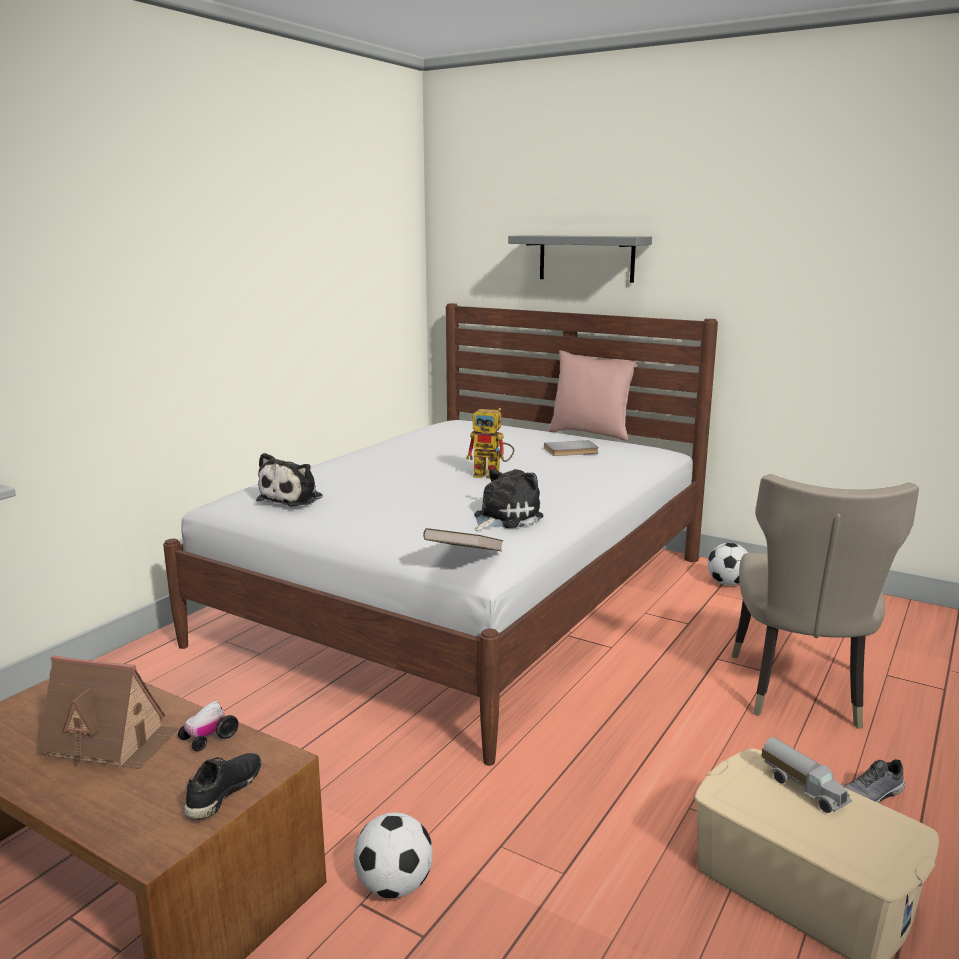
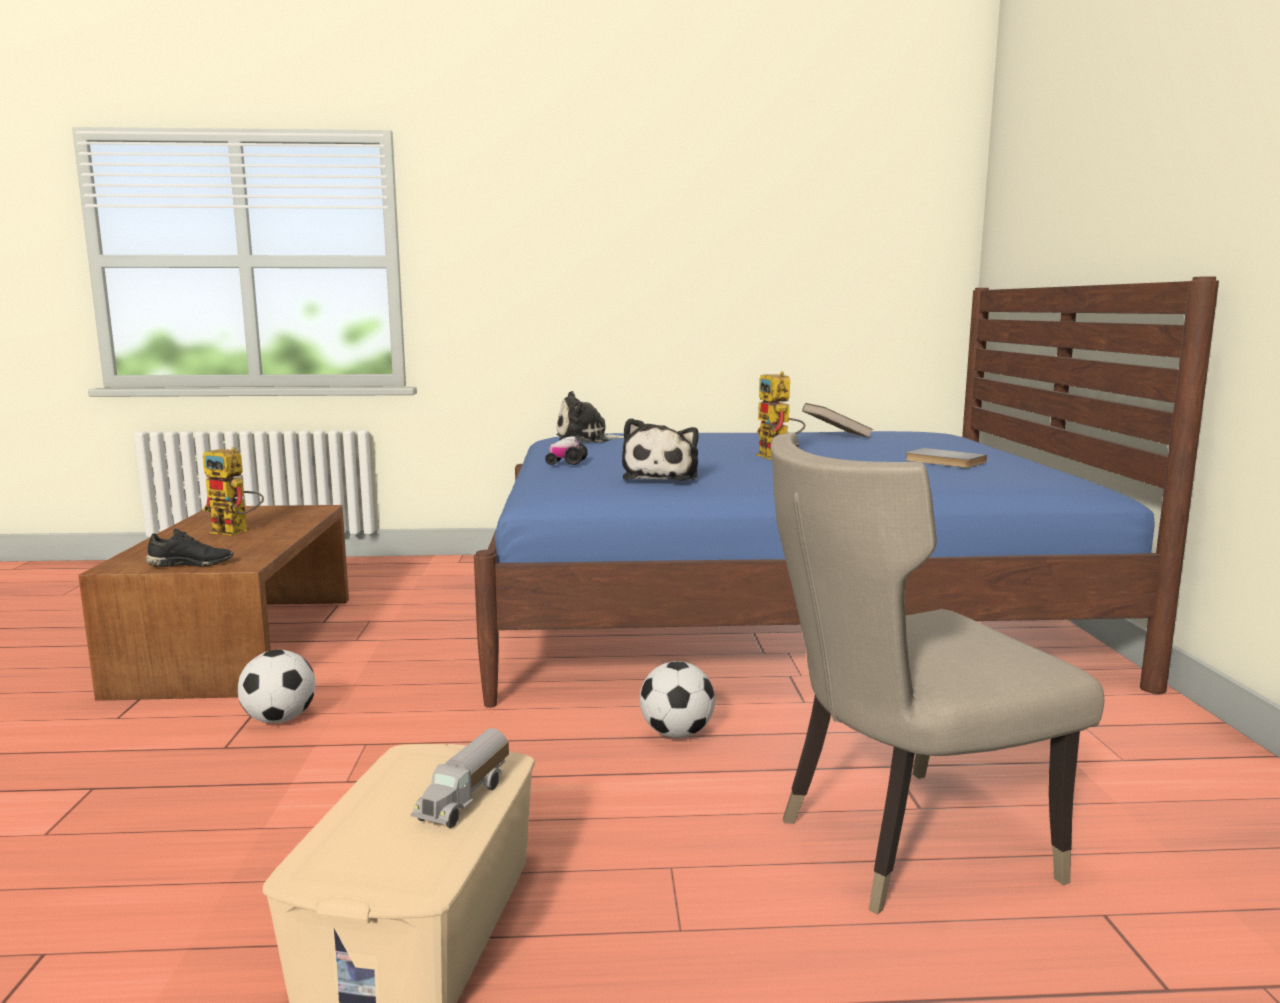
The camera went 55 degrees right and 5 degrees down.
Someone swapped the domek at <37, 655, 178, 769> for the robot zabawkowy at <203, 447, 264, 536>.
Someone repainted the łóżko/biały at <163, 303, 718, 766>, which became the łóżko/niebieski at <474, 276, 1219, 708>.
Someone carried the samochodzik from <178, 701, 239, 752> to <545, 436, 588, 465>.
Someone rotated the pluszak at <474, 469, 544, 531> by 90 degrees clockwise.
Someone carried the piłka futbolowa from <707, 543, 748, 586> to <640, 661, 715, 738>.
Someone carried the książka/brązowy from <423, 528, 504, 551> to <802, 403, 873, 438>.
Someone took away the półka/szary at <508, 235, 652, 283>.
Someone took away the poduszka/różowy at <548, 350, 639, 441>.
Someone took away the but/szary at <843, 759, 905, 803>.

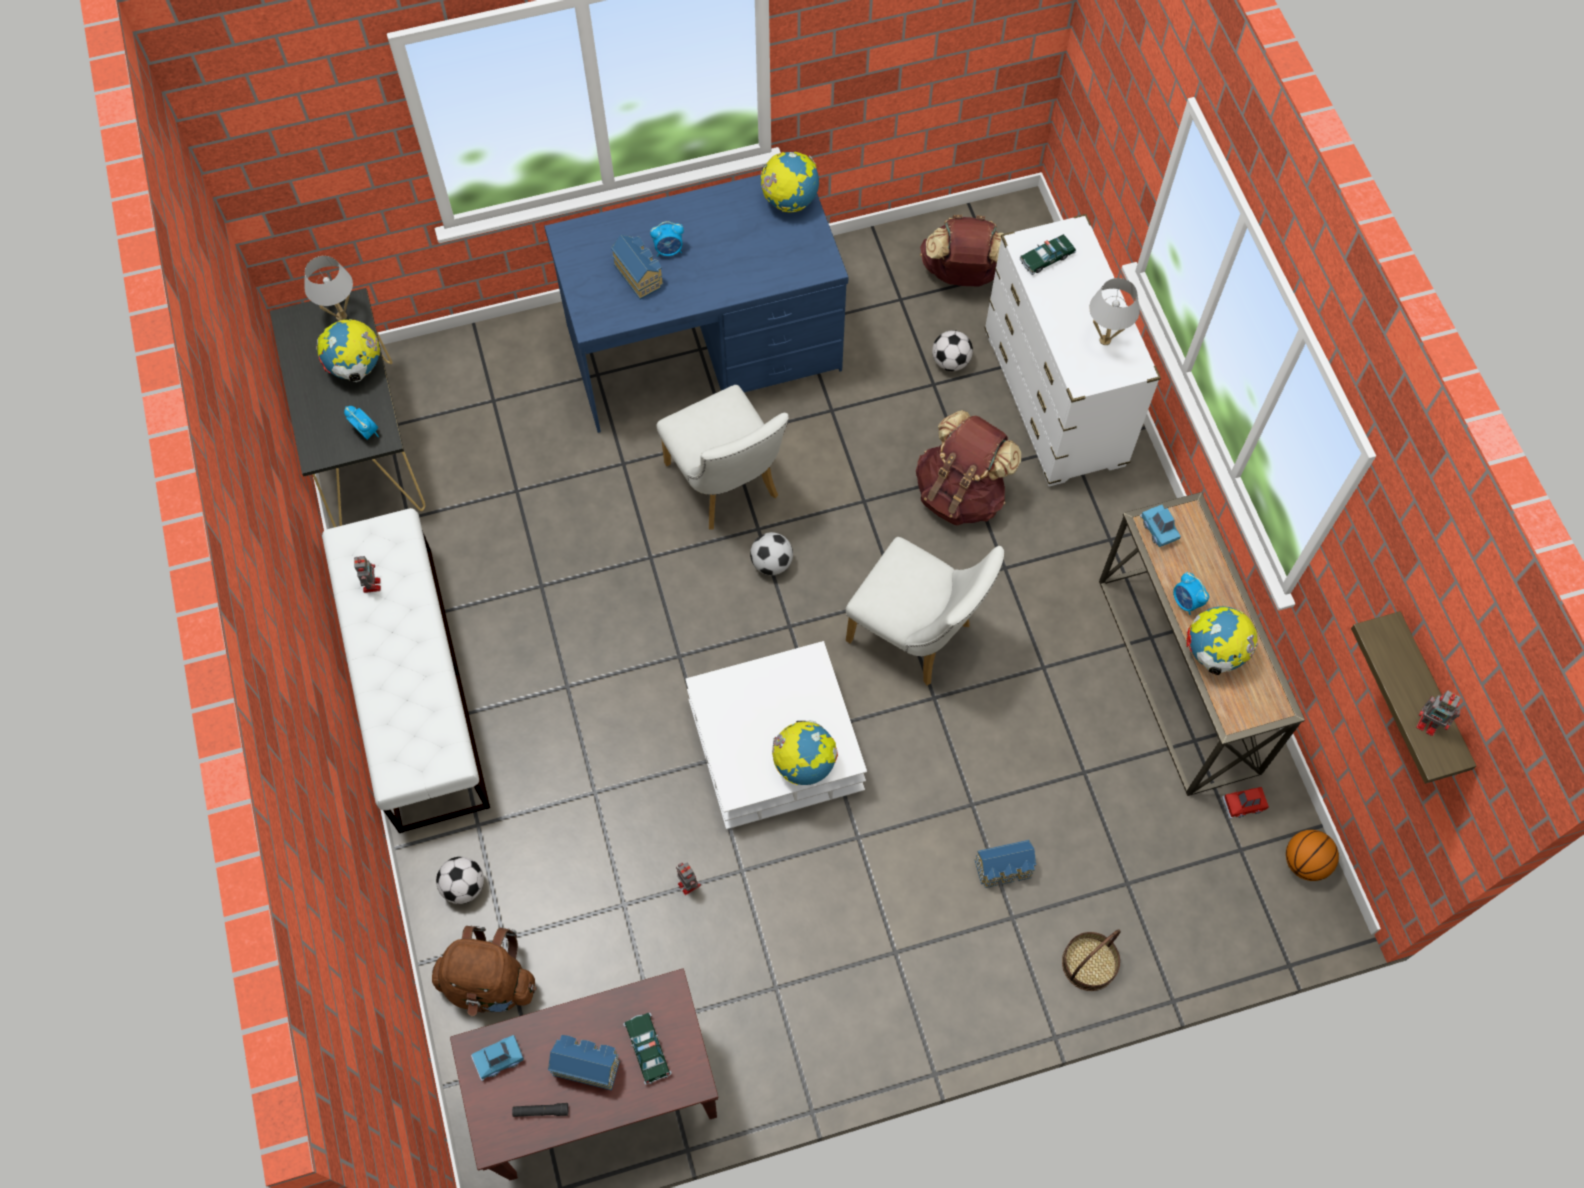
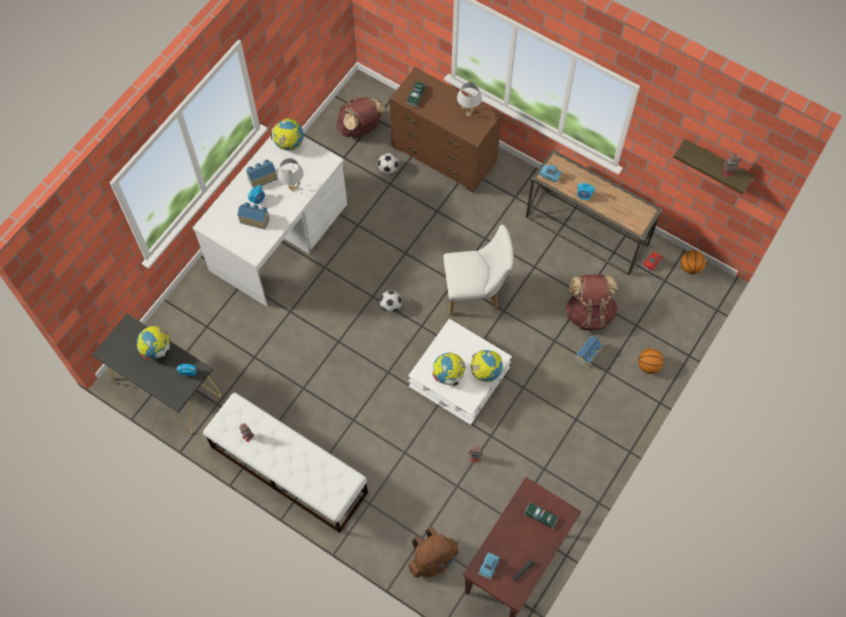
The camera went 40 degrees left and 0 degrees up.
Someone repainted the biurko/niebieski at <544, 175, 849, 433>, which became the biurko/biały at <193, 136, 347, 307>.
Someone carried the domek from <548, 1035, 620, 1090> to <246, 160, 278, 188>.
Someone carried the lampa stołowa/biały from <305, 256, 353, 321> to <278, 158, 304, 191>.
Someone repainted the komoda/biały at <984, 214, 1161, 487>, which became the komoda/brązowy at <389, 67, 502, 193>.
Someone carried the globus from <1186, 606, 1258, 675> to <433, 352, 465, 386>.
Someone carried the plecak/brązowy from <916, 410, 1021, 526> to <565, 274, 618, 330>.
Someone swapped the koszyk at <1062, 929, 1121, 991> for the piłka do koszykówki at <638, 349, 664, 374>.
Someone took away the piłka futbolowa at <436, 857, 484, 904>.
Someone took away the krzesło/biały at <656, 385, 789, 530>.

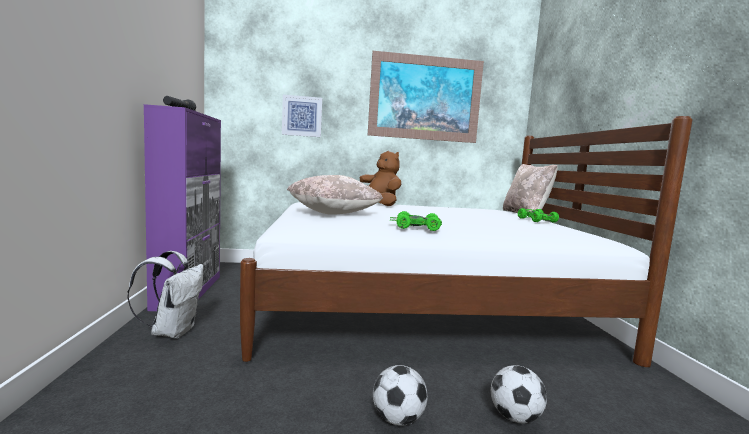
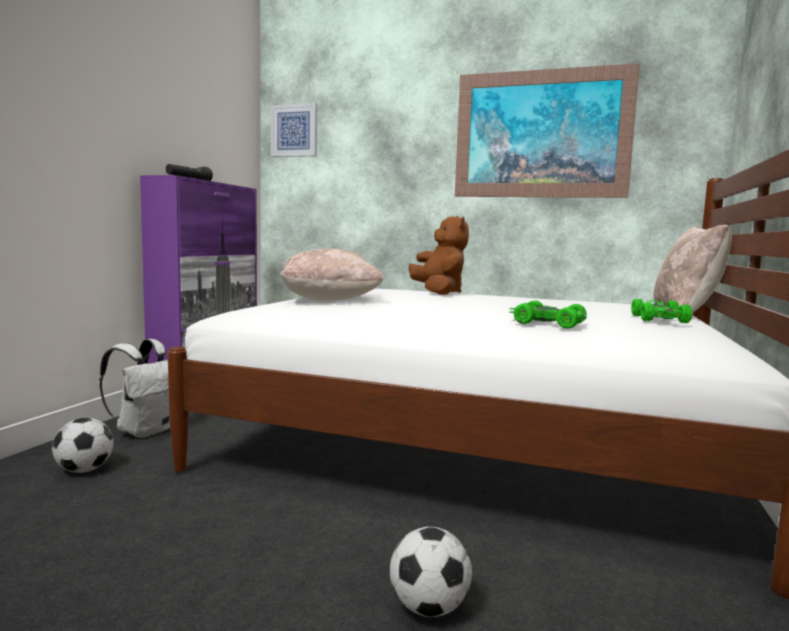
The camera went 25 degrees right and 0 degrees up.
Someone carried the piłka futbolowa from <373, 365, 428, 426> to <52, 418, 114, 473>.
Someone carried the obraz from <282, 95, 322, 137> to <271, 103, 317, 157>.
Someone carried the samochodzik/zielony from <390, 211, 442, 231> to <509, 300, 587, 329>.

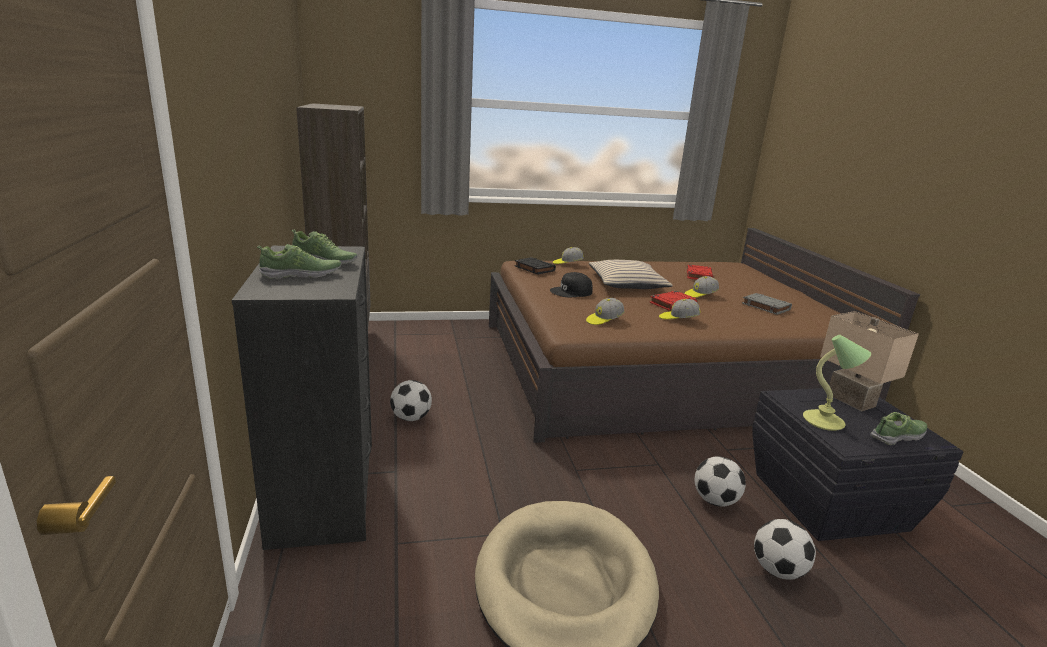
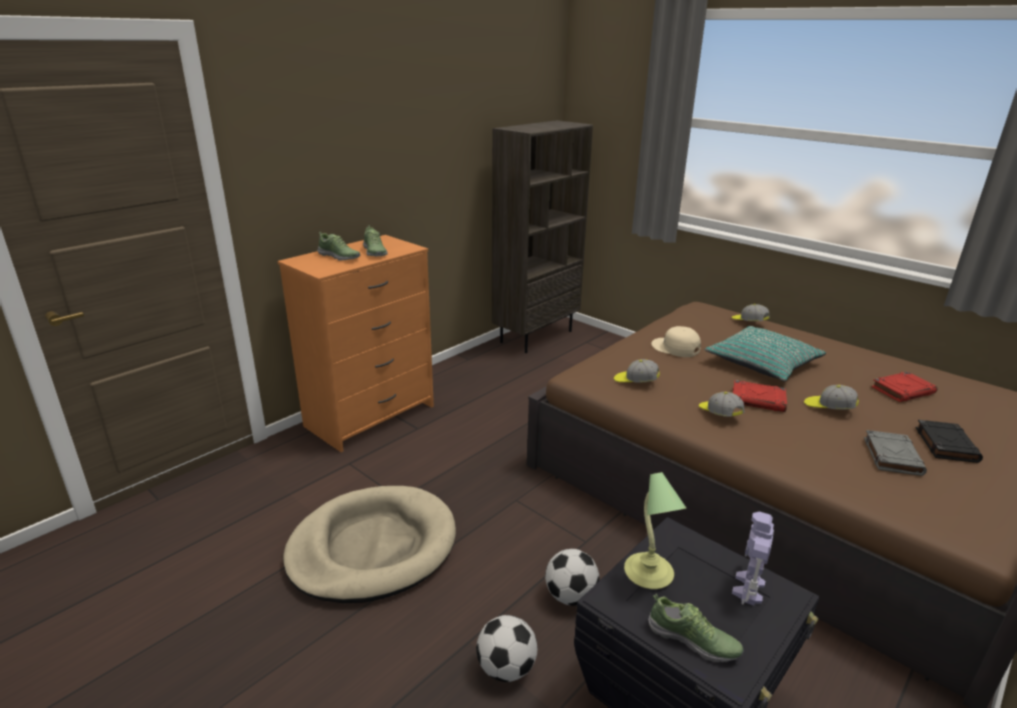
The camera went 55 degrees right and 5 degrees up.
Someone repainted the komoda/czarny at <232, 246, 372, 550>, which became the komoda/pomarańczowy at <278, 235, 434, 452>.
Someone repainted the czapka z daszkiem/czarny at <550, 272, 593, 297>, which became the czapka z daszkiem/beżowy at <651, 326, 701, 357>.
Someone repainted the poduszka/beżowy at <589, 260, 673, 289>, which became the poduszka/turkusowy at <704, 326, 826, 381>.
Someone swapped the lampa stołowa/beżowy at <820, 311, 919, 411> for the robot zabawkowy at <732, 512, 774, 605>.
Someone carried the książka/czarny from <515, 257, 556, 275> to <916, 420, 983, 463>.
Someone took away the piłka futbolowa at <390, 380, 432, 421>.

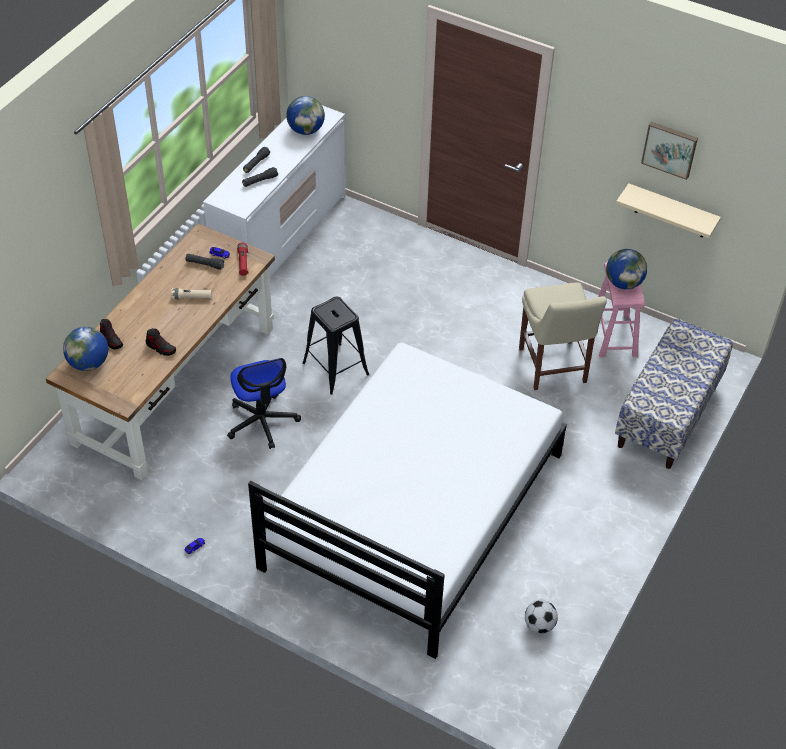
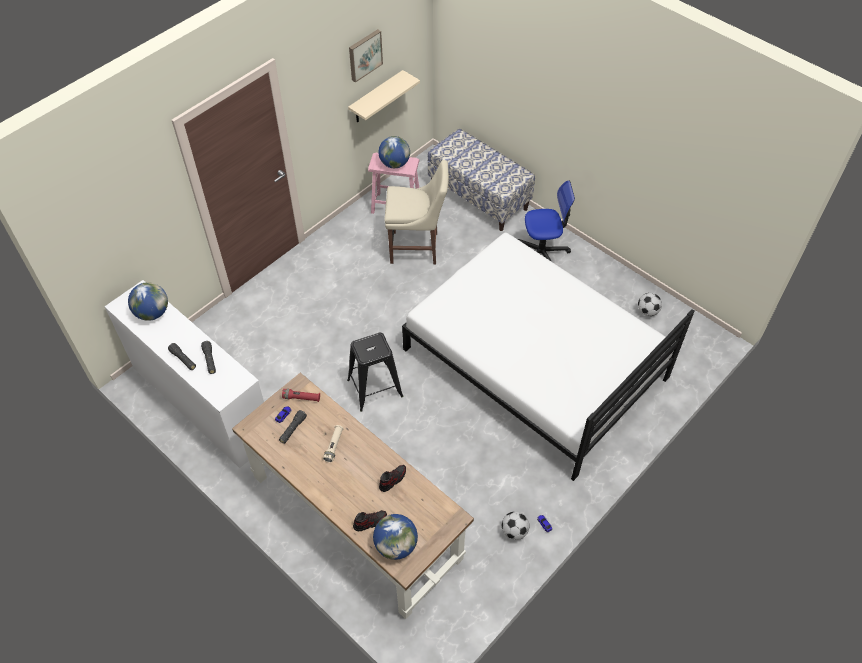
The camera went 75 degrees left and 5 degrees up.
Someone put down the piłka futbolowa at <502, 511, 529, 540>.
Someone carried the krzesło biurowe from <227, 358, 301, 449> to <518, 180, 575, 262>.

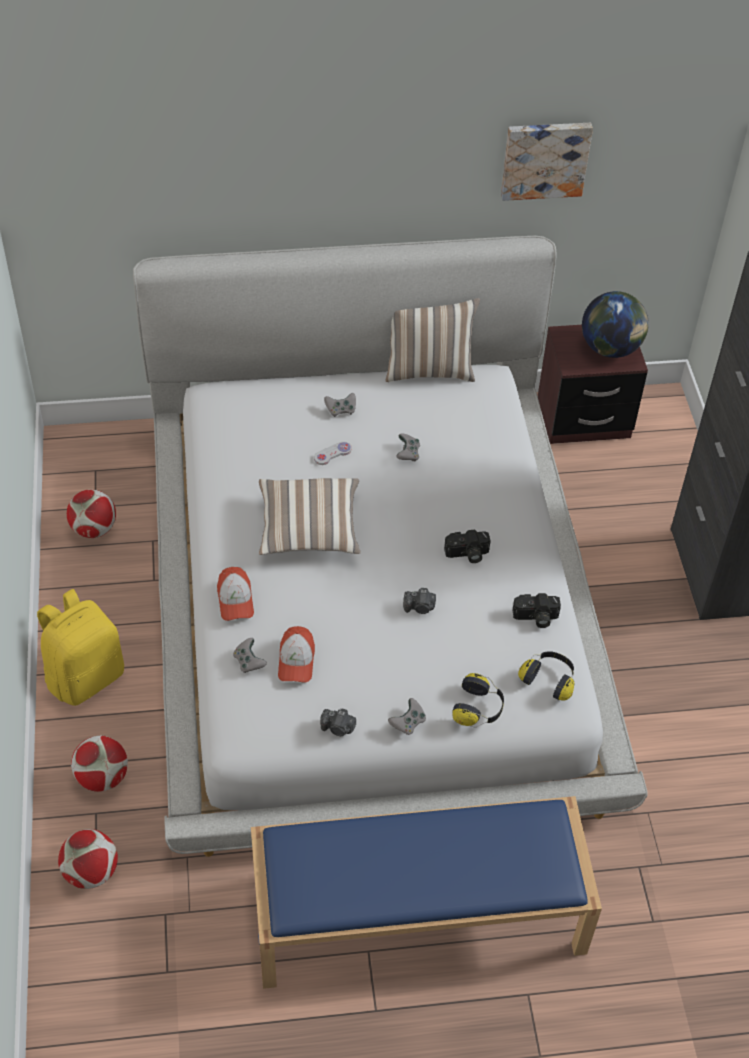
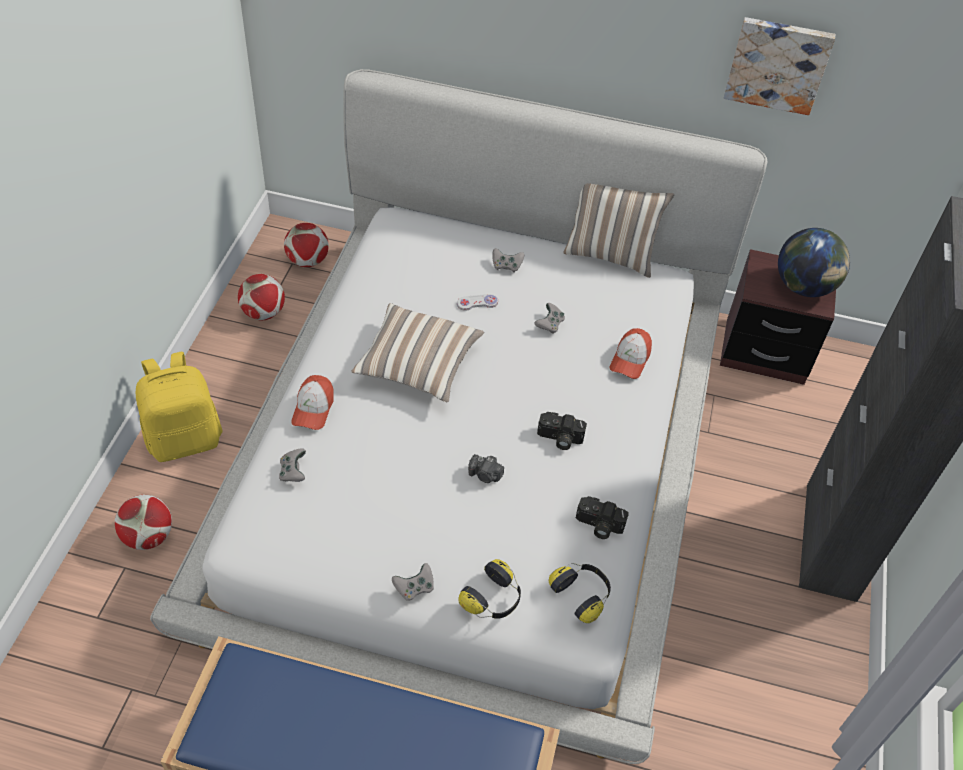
The camera went 20 degrees right and 0 degrees up.
Someone carried the piłka futbolowa from <58, 829, 118, 889> to <284, 223, 329, 267>.
Someone carried the czapka z daszkiem from <278, 626, 315, 683> to <610, 328, 652, 379>.
Someone took away the aparat fotograficzny at <320, 709, 356, 736>.

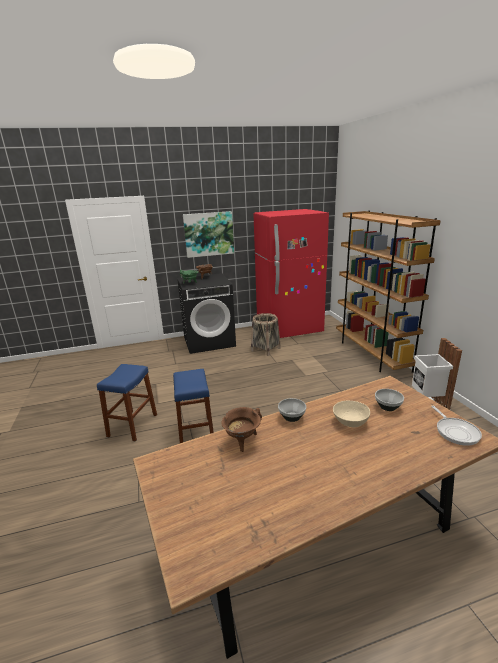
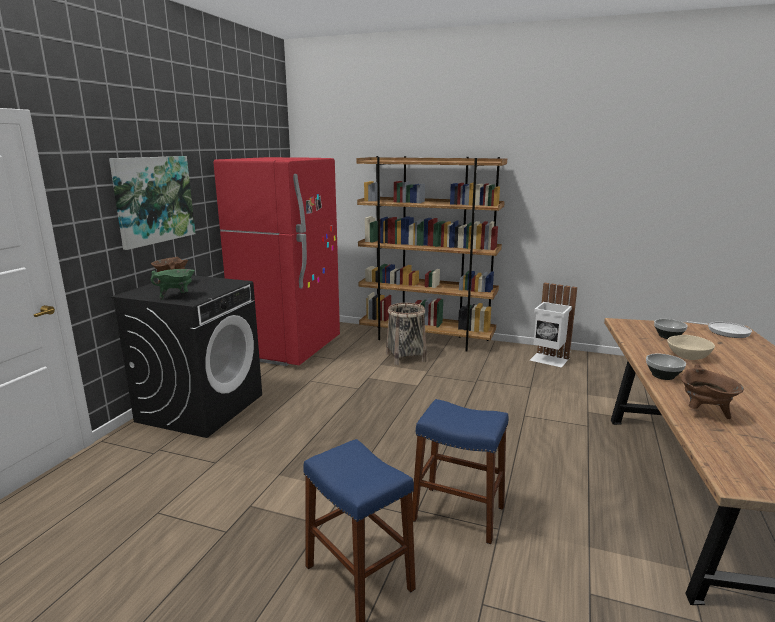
The camera went 55 degrees left and 5 degrees down.
Someone carried the koszyk from <251, 313, 281, 356> to <386, 303, 427, 365>.

